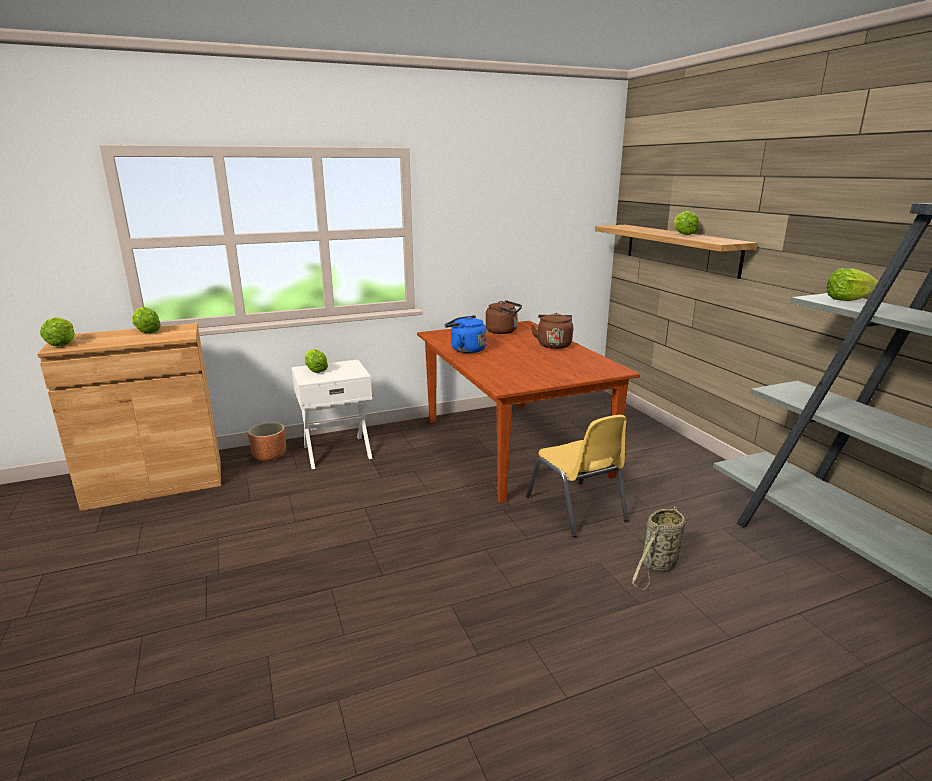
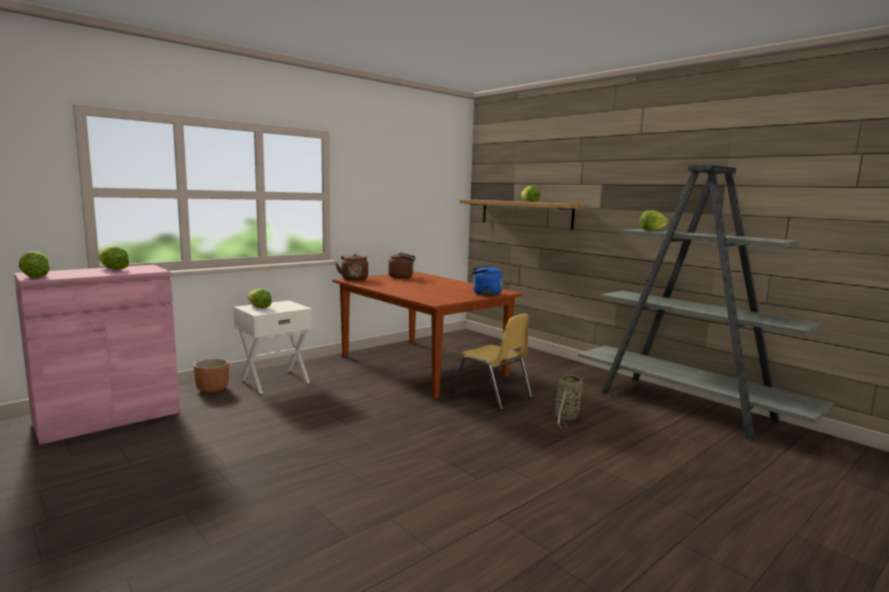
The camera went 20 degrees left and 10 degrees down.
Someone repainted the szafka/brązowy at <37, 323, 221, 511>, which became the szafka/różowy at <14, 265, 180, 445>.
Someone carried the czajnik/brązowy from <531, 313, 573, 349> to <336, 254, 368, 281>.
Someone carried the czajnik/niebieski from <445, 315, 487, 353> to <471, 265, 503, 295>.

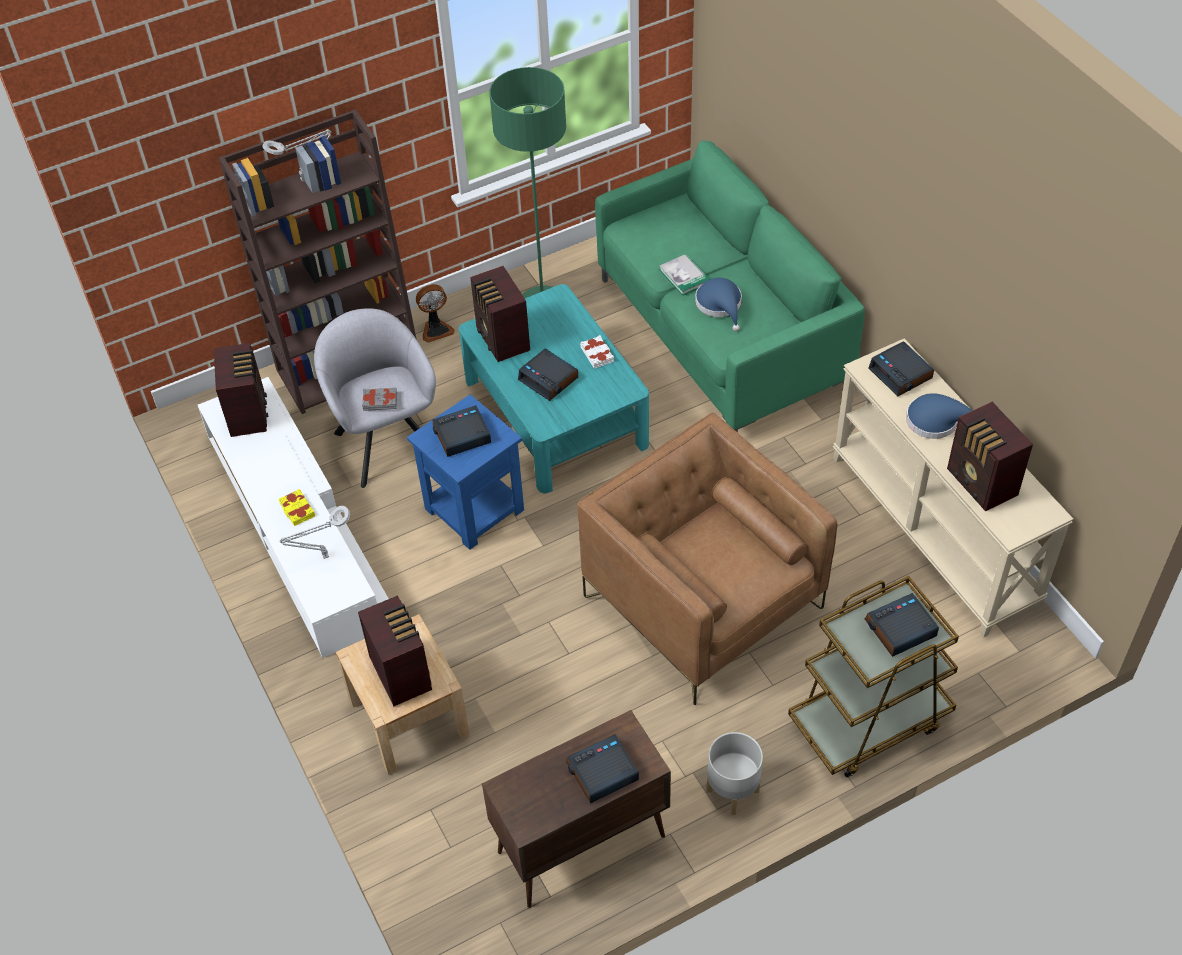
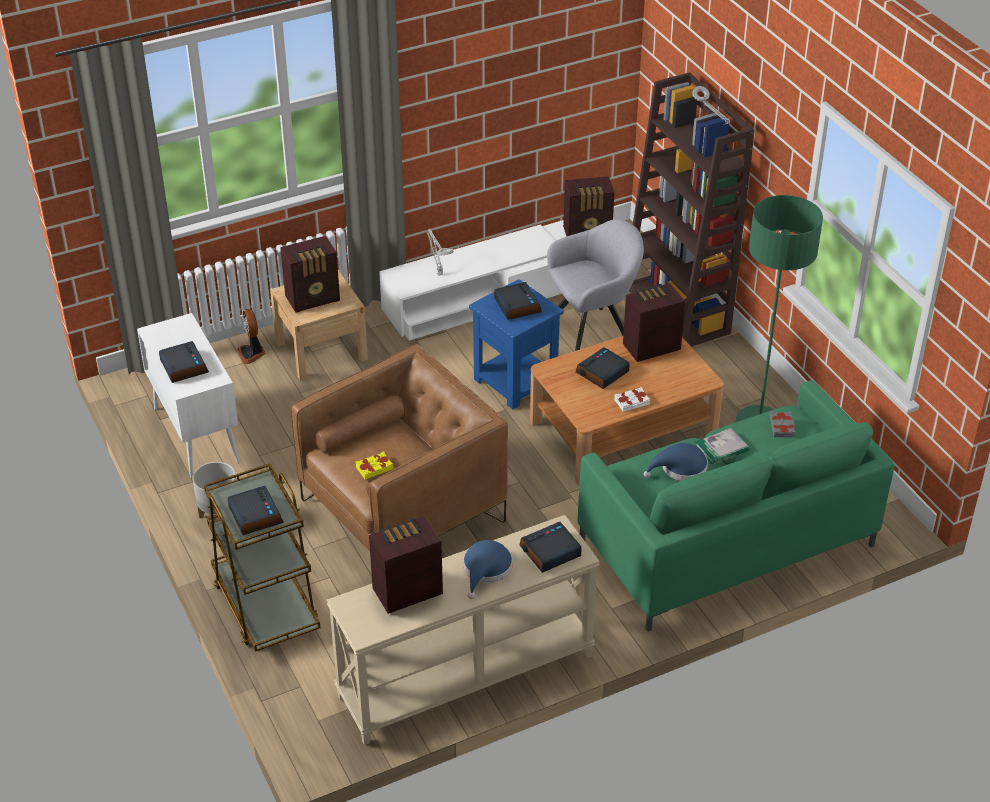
The camera went 90 degrees right and 10 degrees down.
Someone repainted the szafka/brązowy at <482, 710, 671, 908>, which became the szafka/biały at <137, 313, 240, 478>.
Someone carried the wentylator from <416, 284, 455, 343> to <237, 309, 266, 364>.
Someone carried the książka/żółty from <279, 489, 315, 526> to <356, 451, 393, 480>.
Someone repainted the ława/turkusowy at <458, 284, 649, 493>, which became the ława/brązowy at <530, 336, 724, 485>.
Someone carried the książka/szary from <362, 387, 397, 411> to <770, 411, 795, 438>.

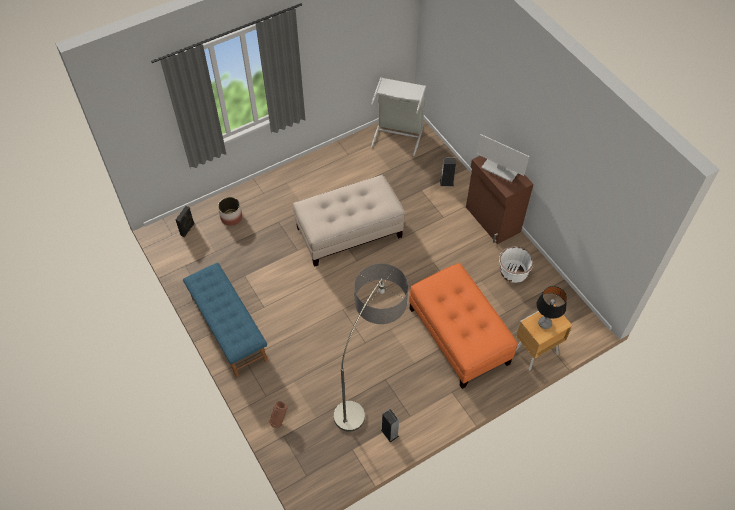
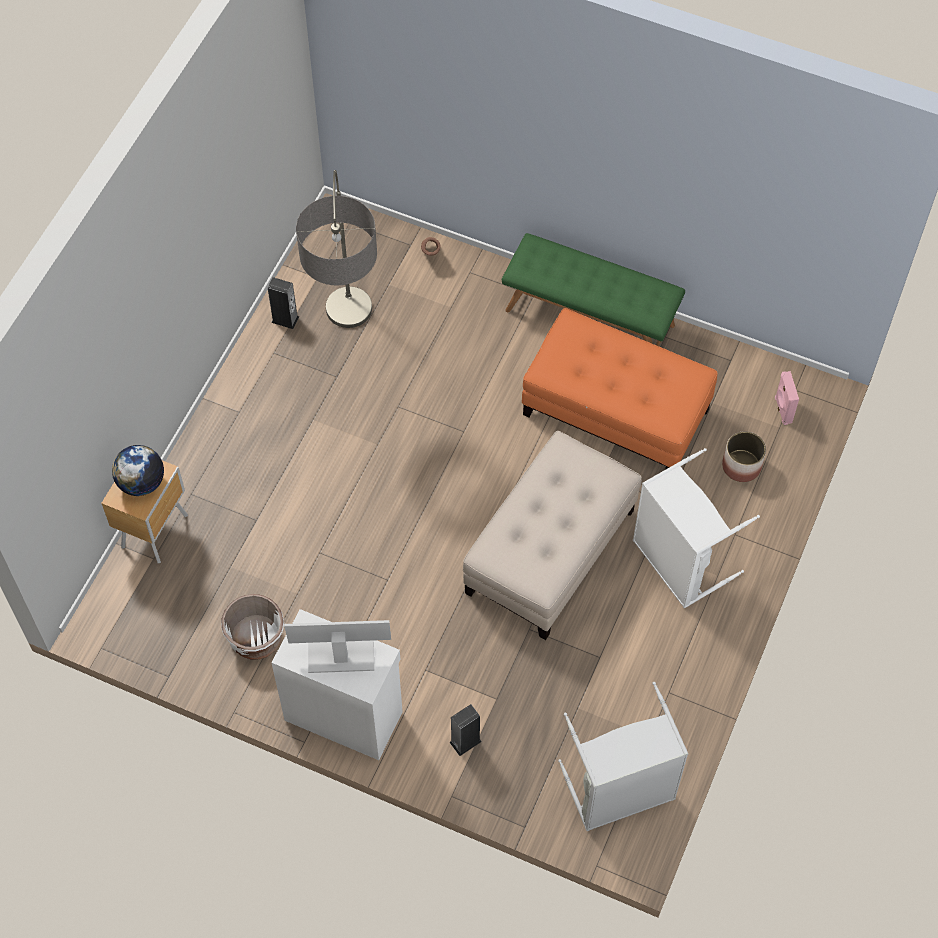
The camera went 145 degrees right and 5 degrees up.
Someone swapped the lampa stołowa at <537, 286, 567, 329> for the globus at <112, 445, 164, 496>.
Someone repainted the szafka/brązowy at <466, 156, 534, 244>, which became the szafka/biały at <271, 609, 403, 760>.
Someone repainted the ławka/niebieski at <183, 263, 268, 377>, which became the ławka/zielony at <502, 233, 685, 346>.
Someone carried the pufa/pomarańczowy from <409, 263, 518, 389> to <522, 308, 718, 469>.
Someone put down the kosz na pranie/biały at <633, 448, 760, 608>.
Someone repainted the głośnik/czarny at <176, 206, 195, 237>, which became the głośnik/różowy at <775, 371, 799, 425>.

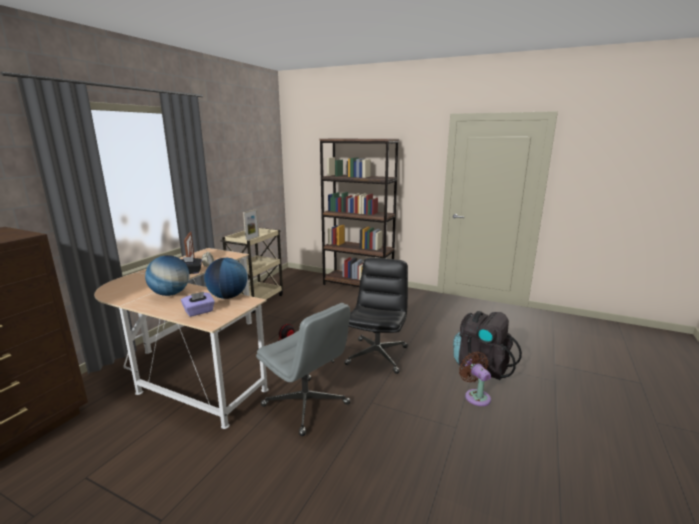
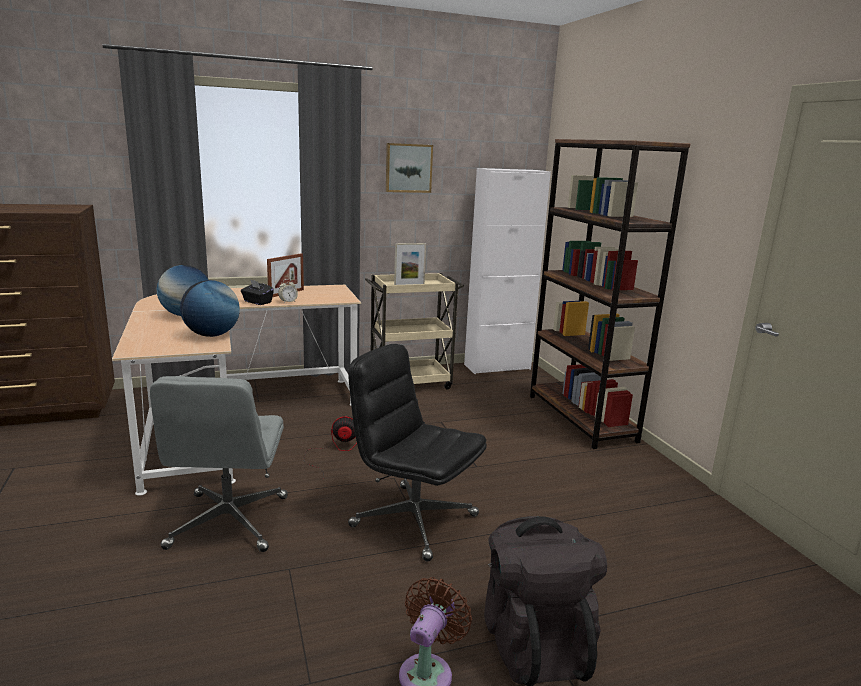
The camera went 45 degrees right and 0 degrees up.
Someone rotated the krzesło biurowe/czarny at <344, 258, 408, 374> by 120 degrees counterclockwise.
Someone put up the obraz at <386, 143, 433, 193>.
Someone put down the szafka/biały at <464, 168, 551, 374>.
Someone took away the pudełko chusteczek/fioletowy at <181, 292, 215, 317>.

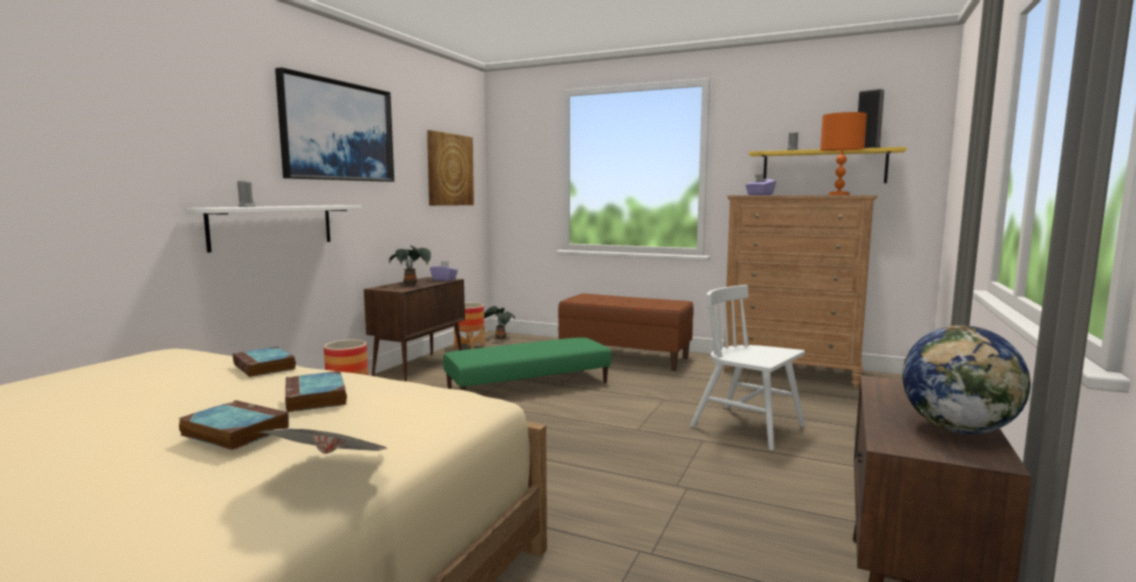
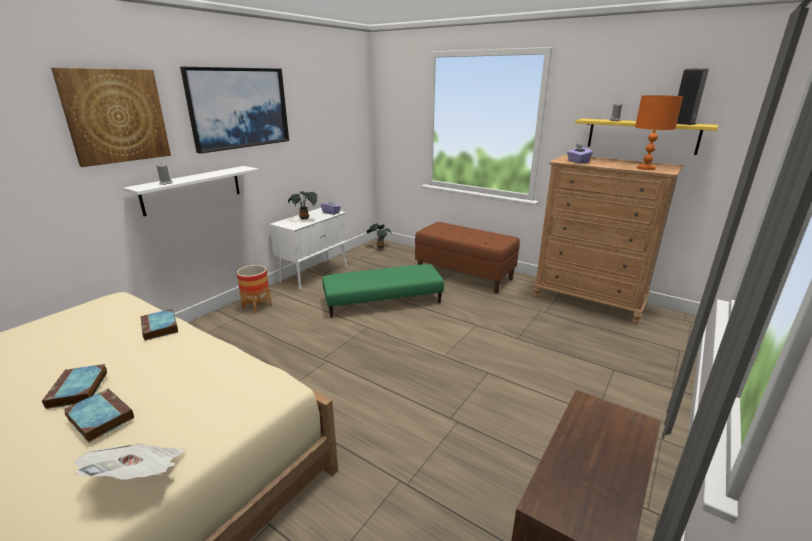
The camera went 10 degrees right and 15 degrees up.
Someone carried the książka from <285, 371, 347, 412> to <42, 364, 108, 409>.
Someone carried the obraz from <427, 130, 474, 206> to <51, 68, 171, 167>.
Someone repainted the szafka/brązowy at <364, 277, 465, 381>, which became the szafka/biały at <269, 208, 348, 291>.
Someone took away the donica at <454, 303, 485, 349>.
Someone took away the krzesło/biały at <690, 285, 805, 451>.
Someone took away the globus at <902, 325, 1031, 434>.

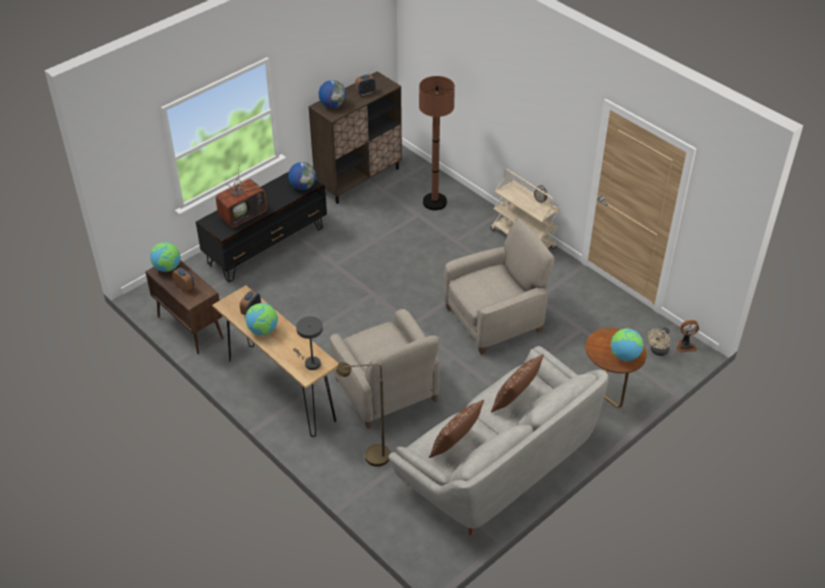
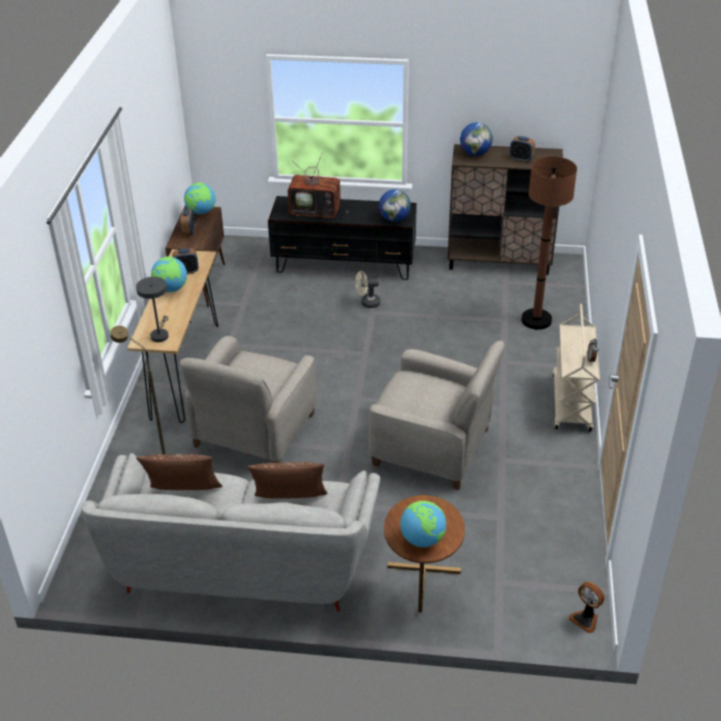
The camera went 50 degrees right and 5 degrees down.
Someone carried the wentylator/beżowy from <648, 327, 670, 356> to <355, 271, 380, 308>.

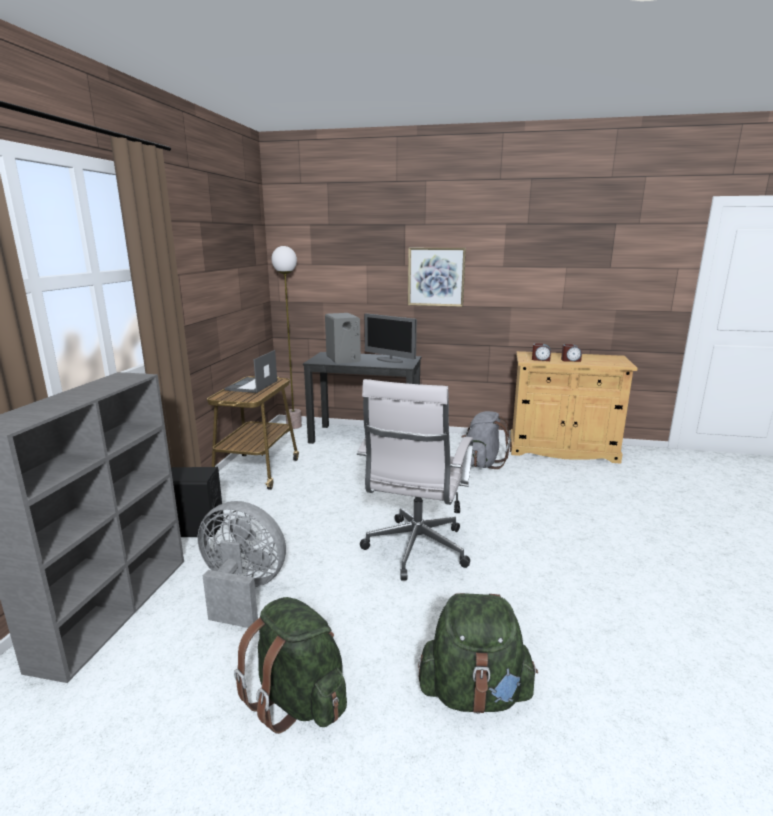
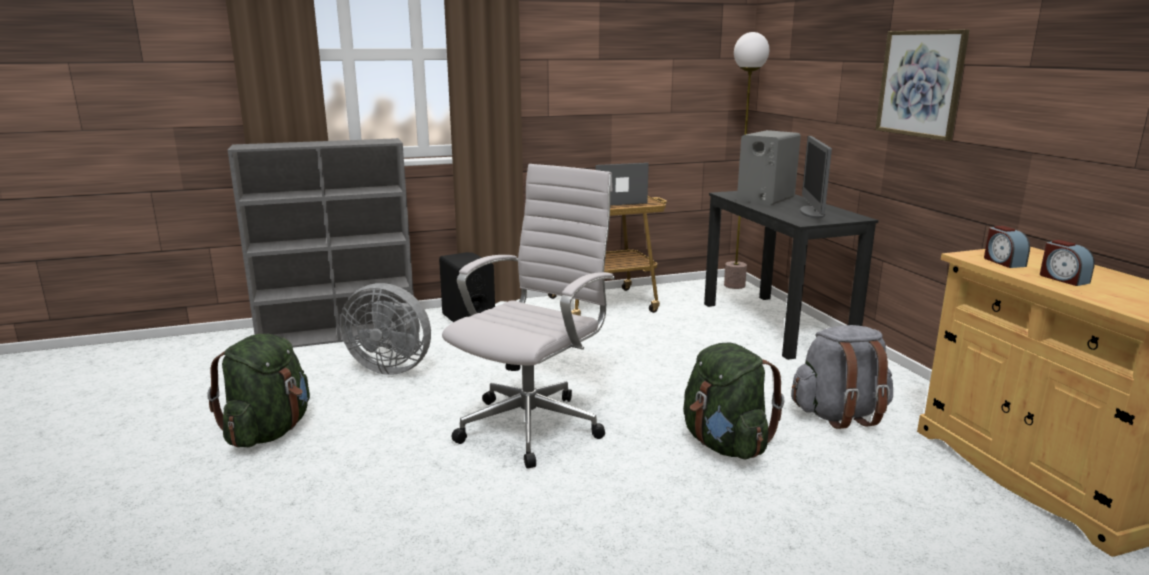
The camera went 60 degrees right and 0 degrees up.
Someone rotated the wentylator/szary at <197, 501, 286, 628> by 120 degrees clockwise.
Someone rotated the krzesło biurowe/biały at <357, 379, 473, 581> by 135 degrees clockwise.
Someone carried the plecak/zielony from <418, 593, 538, 714> to <683, 343, 784, 460>.

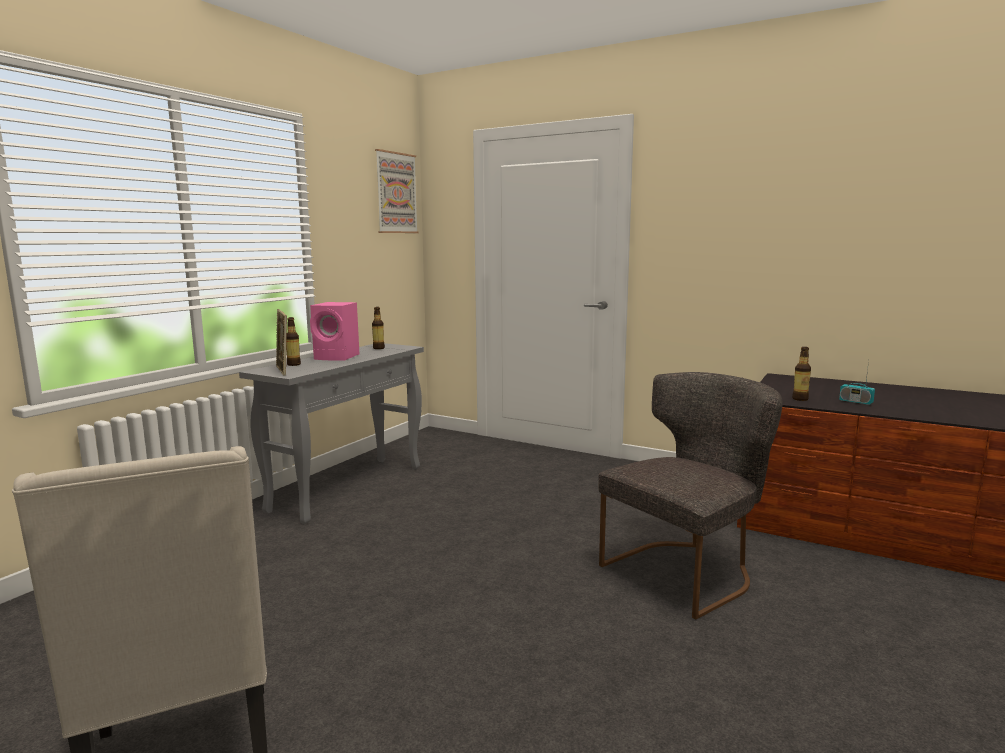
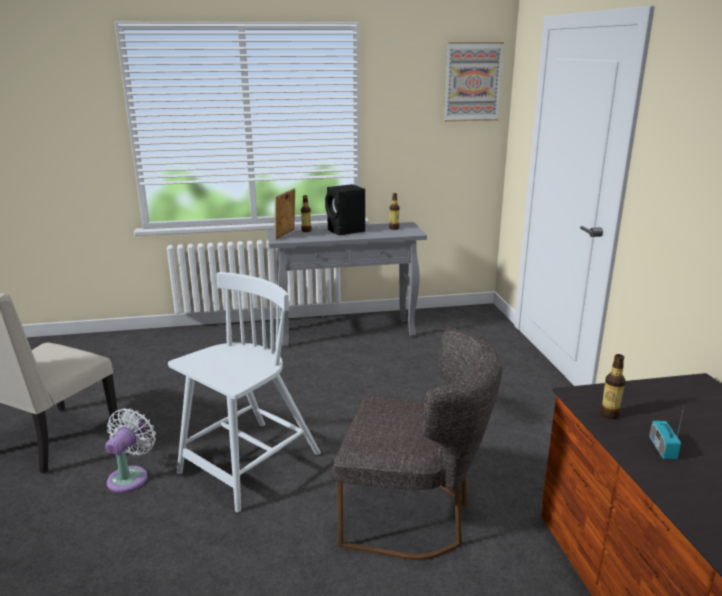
The camera went 50 degrees right and 10 degrees up.
Someone put down the wentylator/biały at <105, 408, 156, 493>.
Someone put down the krzesło/biały at <168, 272, 321, 512>.
Someone repainted the głośnik/różowy at <310, 302, 359, 361>, which became the głośnik/czarny at <325, 184, 365, 236>.

